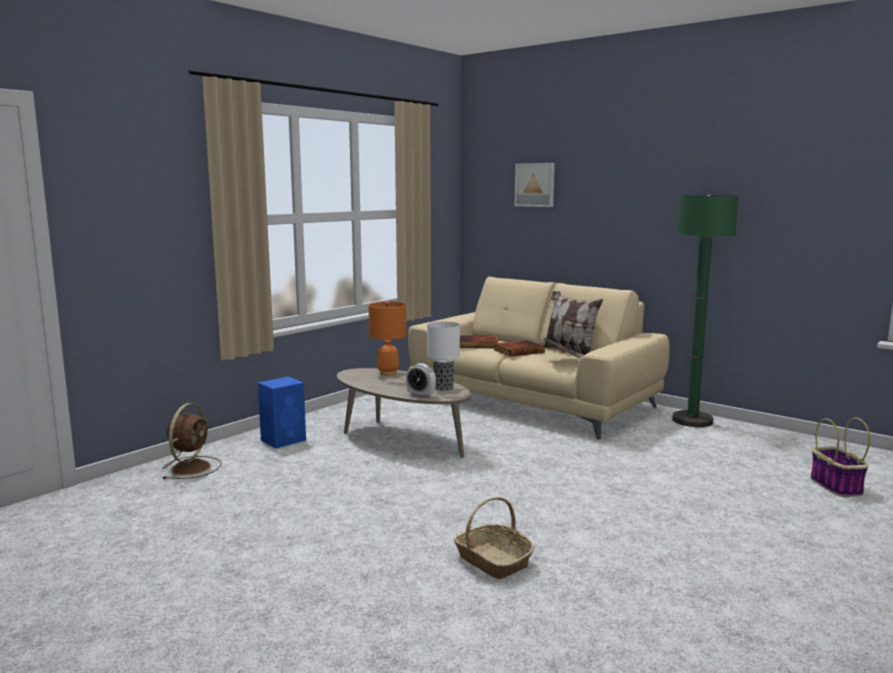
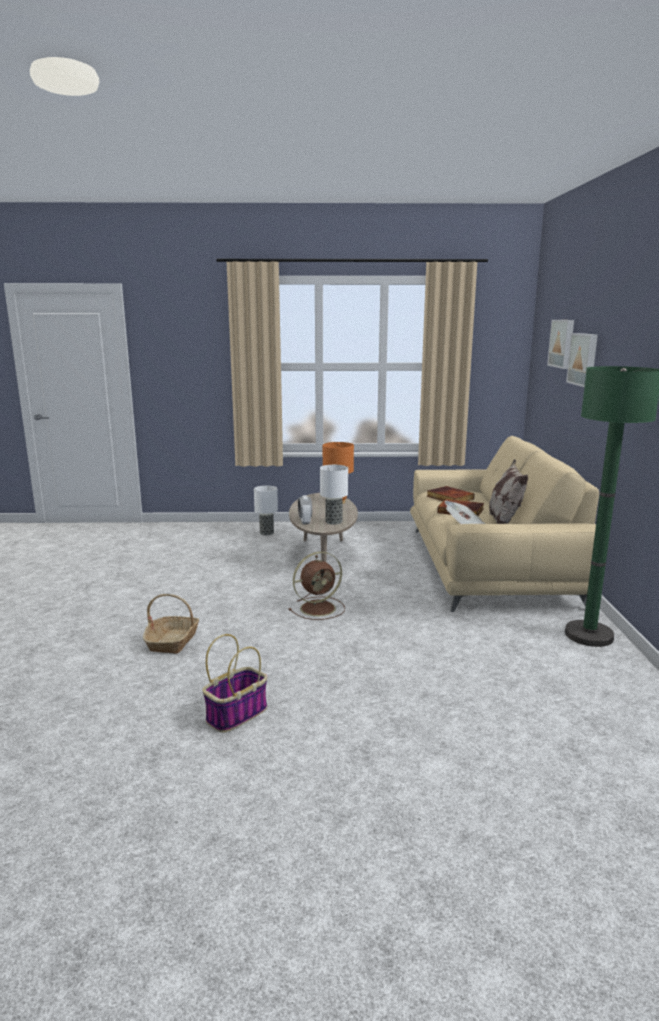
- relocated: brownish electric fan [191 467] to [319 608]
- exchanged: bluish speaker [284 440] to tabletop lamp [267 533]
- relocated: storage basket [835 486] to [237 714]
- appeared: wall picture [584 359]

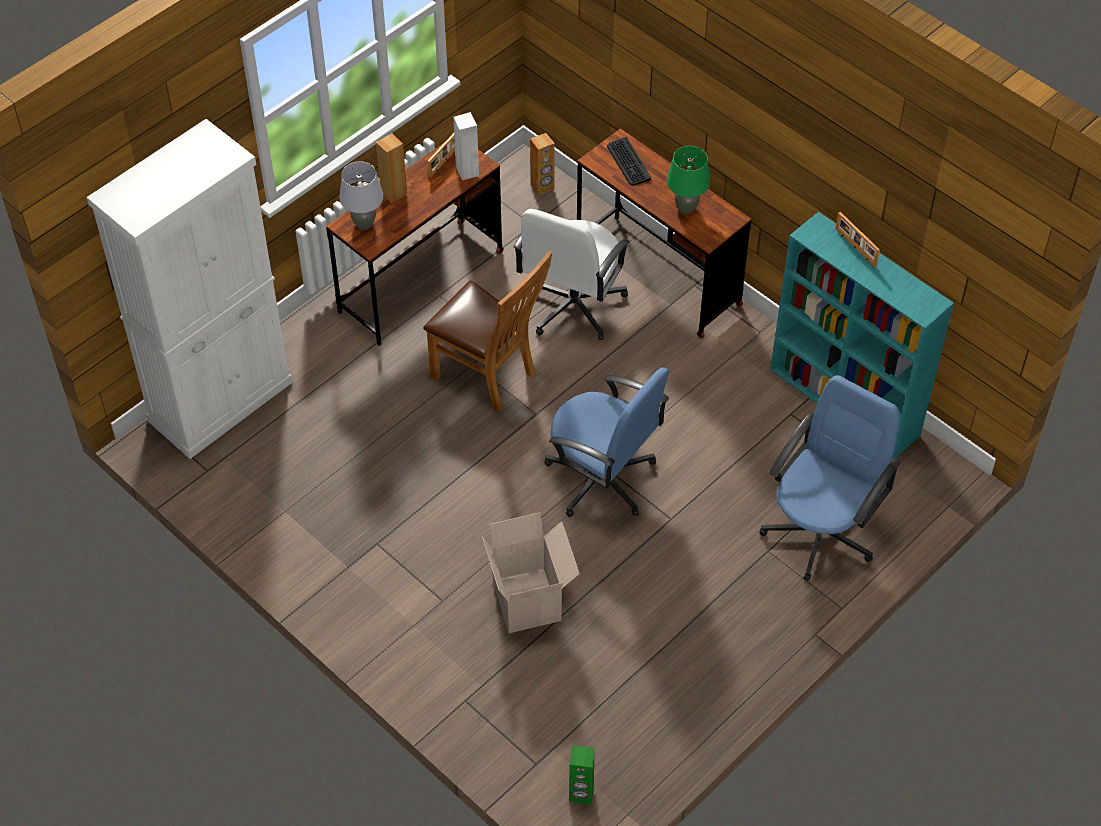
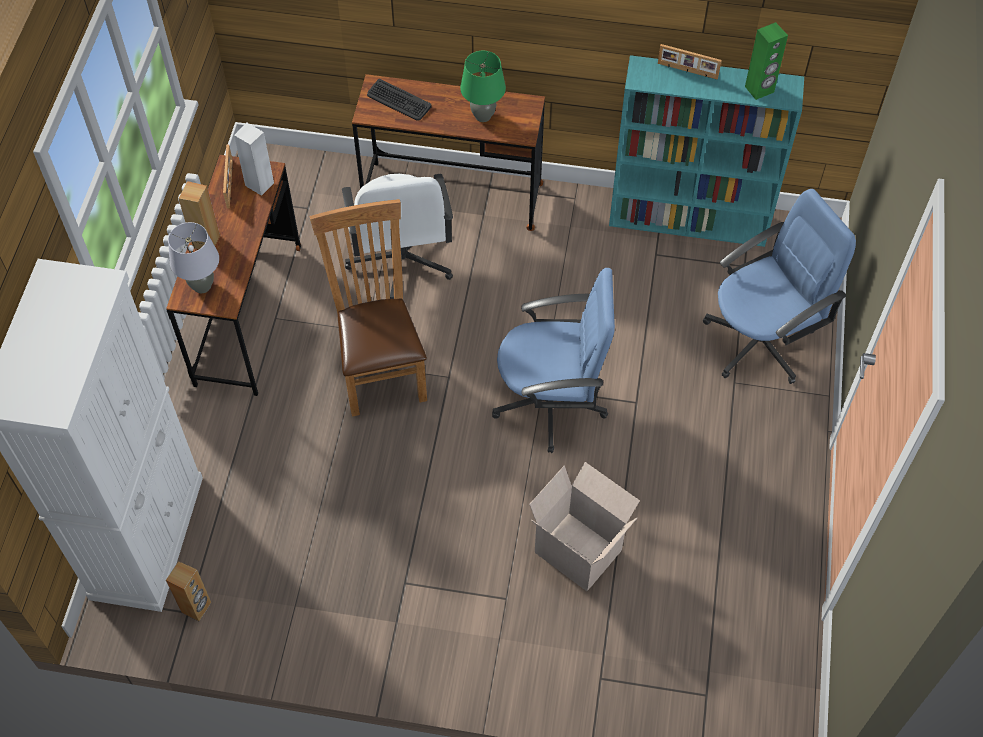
- spun: brownish chair [489 376] = [380 367] 105 degrees counterclockwise
- relocated: brownish speaker [542 187] to [196 607]
- relocated: greenish speaker [581 794] to [759 89]
- spun: bluish computer chair [821 532] = [760 341] 60 degrees clockwise

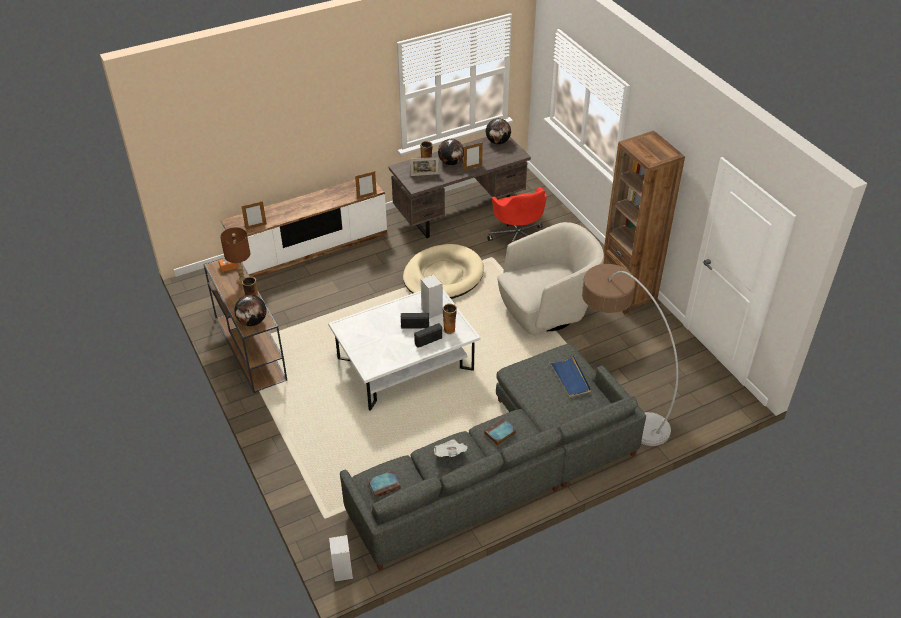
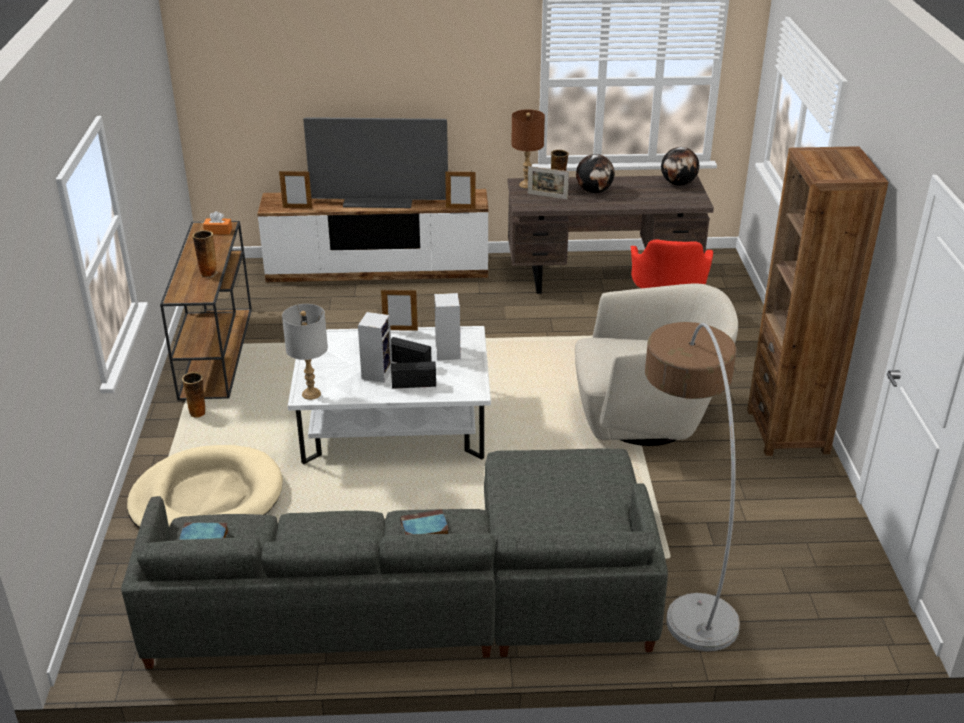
- relocated: brownish tabletop lamp [242 280] to [526 185]
- missing: globe [252 322]
- relocated: speaker [342 570] to [376 373]
- relocated: beige pet bed [443 276] to [207 499]
- missing: daily paper [450 454]
- relocated: vase [450 330] to [198 413]
- relocated: picture frame [472 167] to [400 330]
- missing: bluish carrying tray [570 378]
- appeared: grey tabletop lamp [311 394]
- appeared: television [379 200]

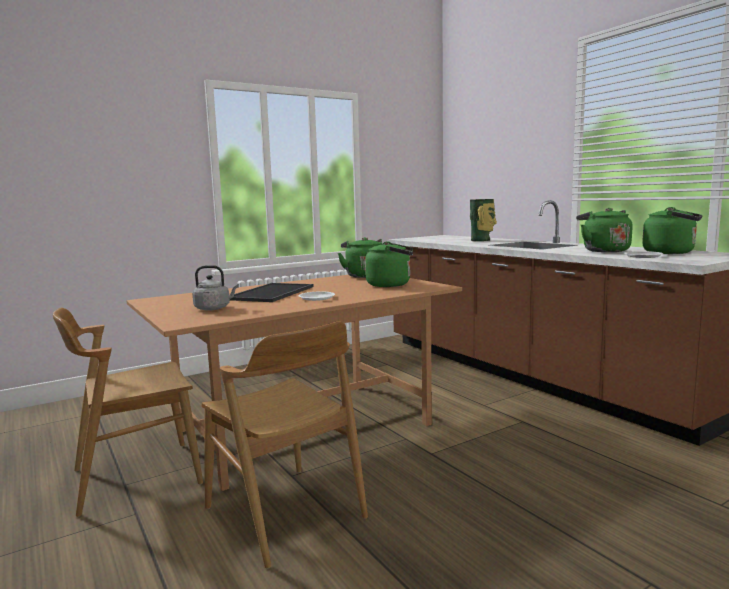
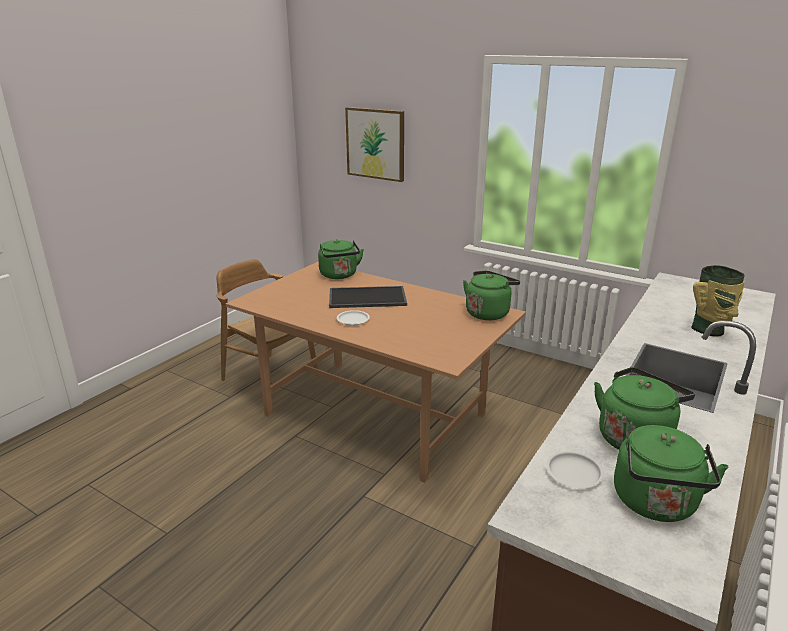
- missing: grey tea kettle [214 308]
- missing: brownish chair [285 513]
- relocated: greenish tea kettle [391 285] to [339 275]
- appeared: wall picture [375 144]

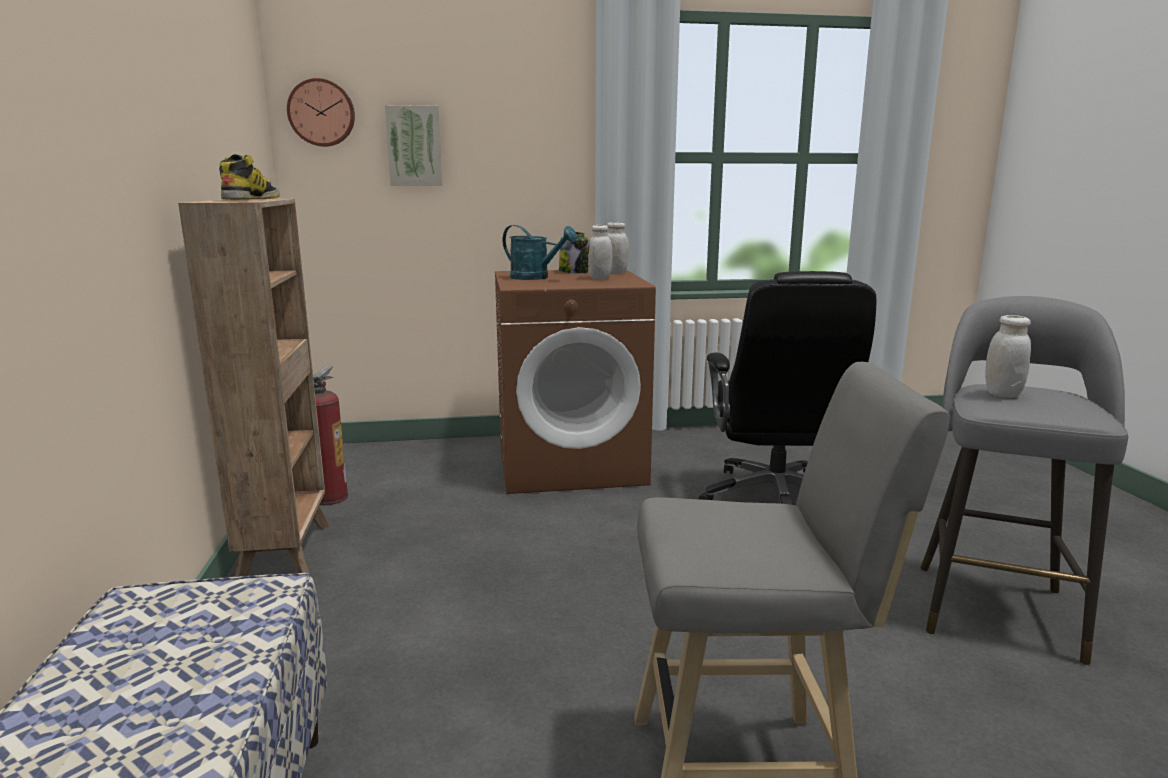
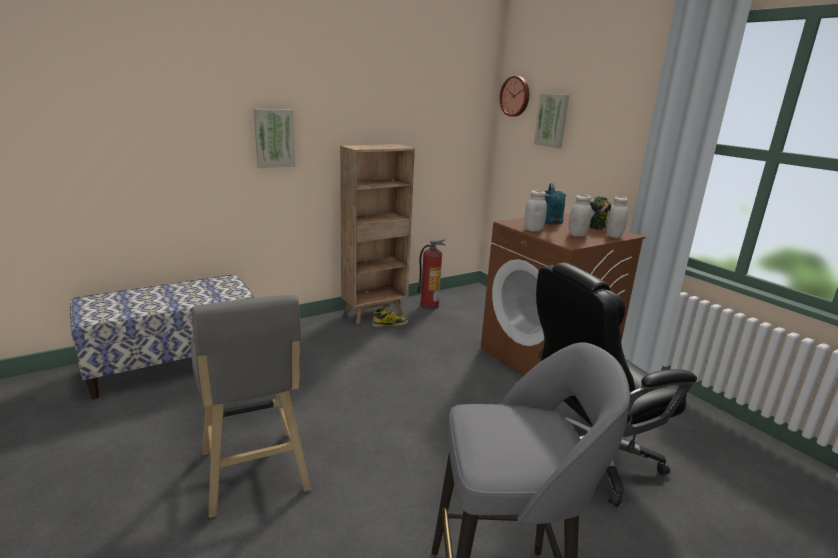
- relocated: boot [251 199] to [390 324]
- relocated: whitish preserve jar [1002 394] to [533 230]
- appeared: wall picture [274 138]

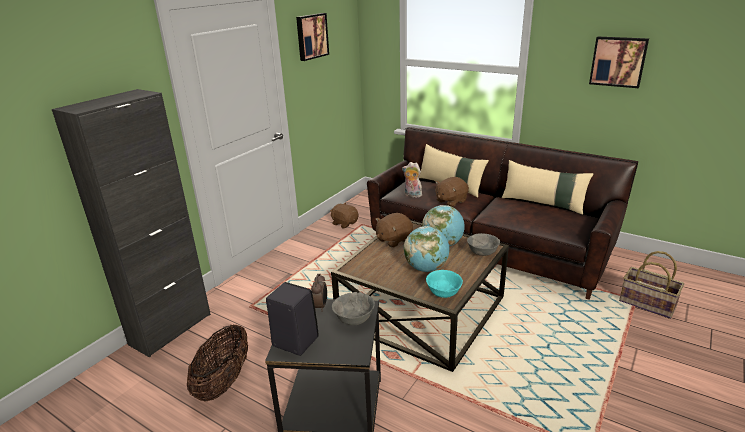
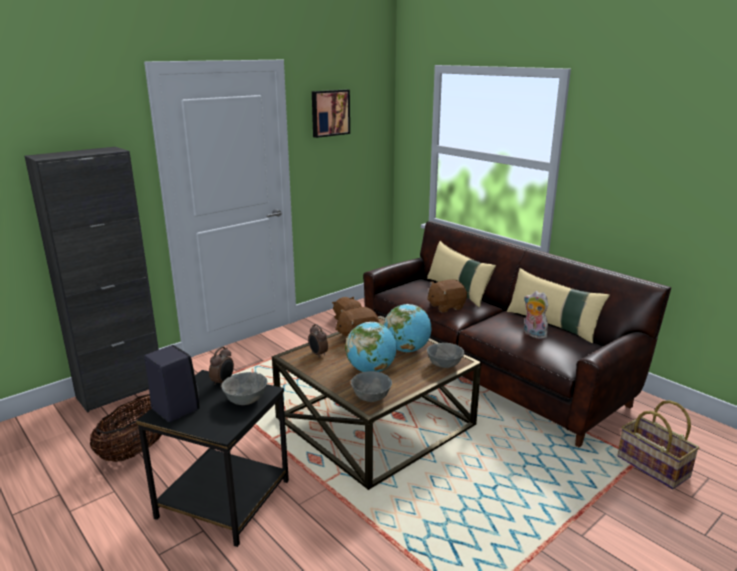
- relocated: soft toy [412 195] to [533 334]
- colour: blue-green deep dish [444 293] to grey deep dish [371 397]
- missing: wall picture [618 61]
- appeared: bedside clock [318 354]

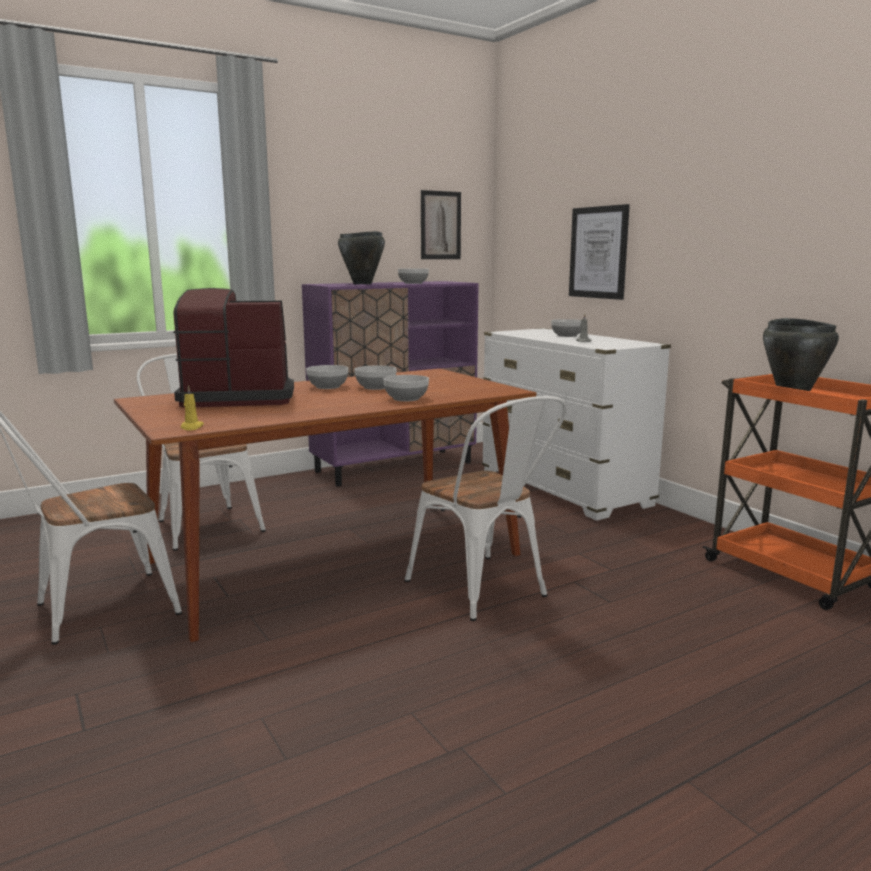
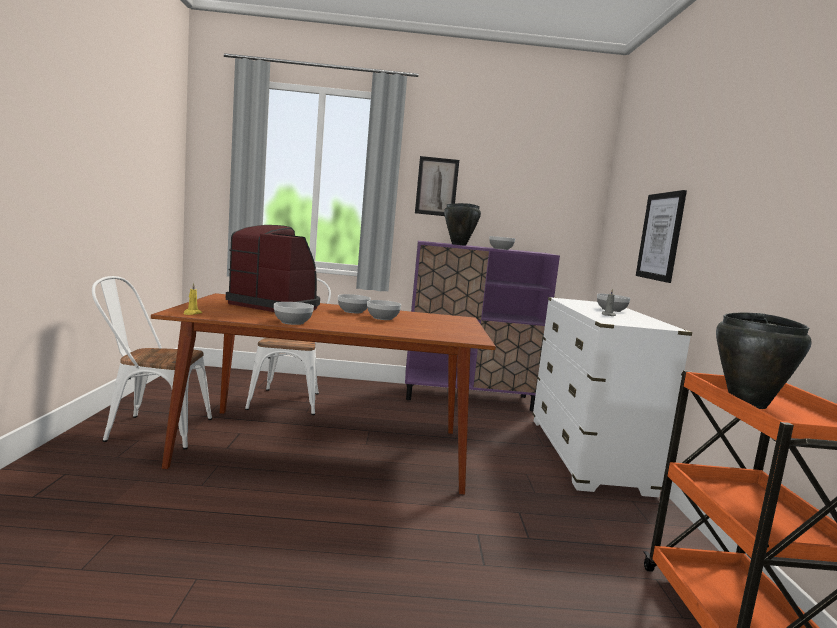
- relocated: deep dish [407 398] to [293 322]
- missing: whitish chair [484 591]
- relocated: wall picture [440 225] to [436 186]

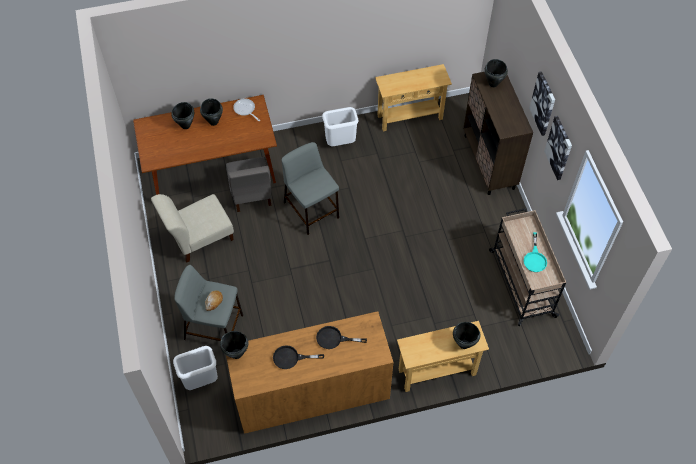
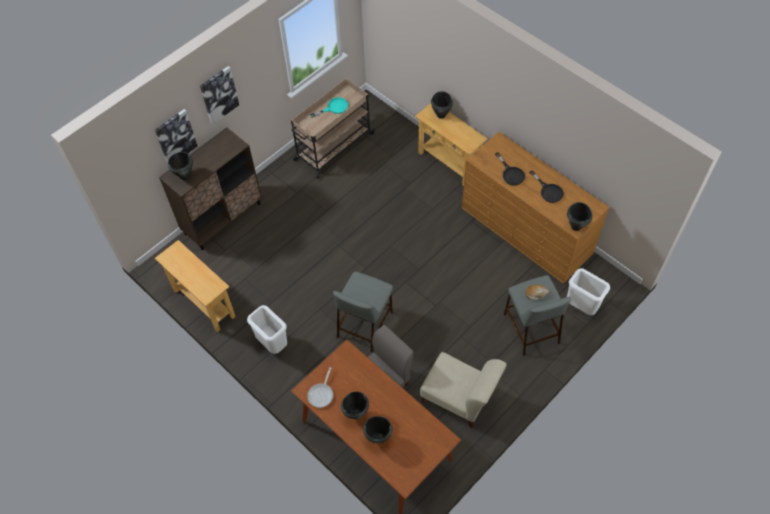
- relocated: wall picture [559 148] to [175 137]

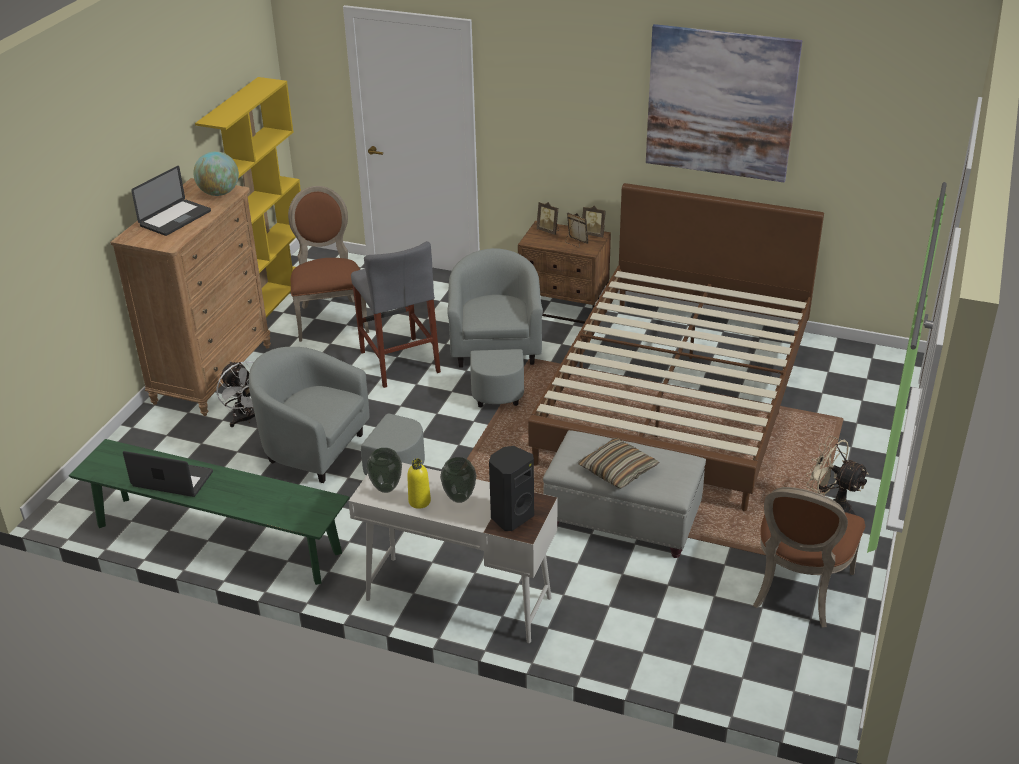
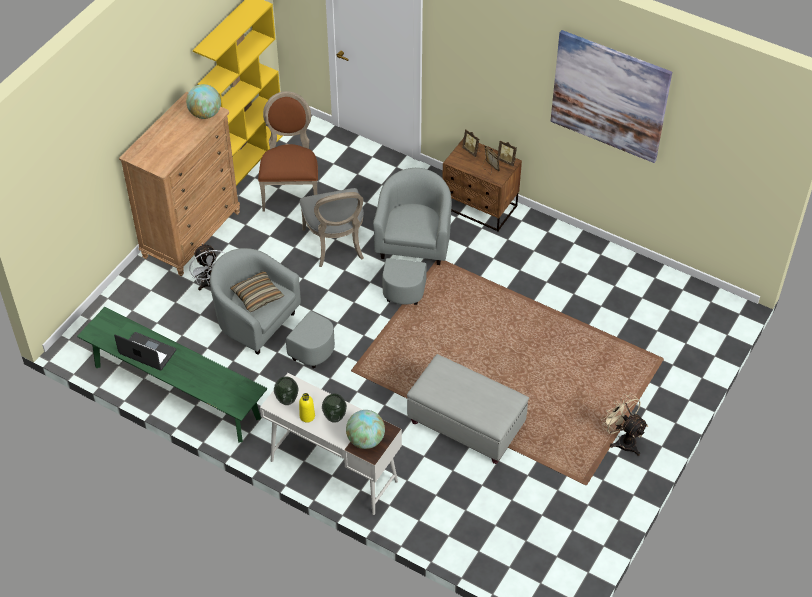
- missing: portable computer [175 219]
- exchanged: grey sitting stool [399 362] to grey chair [336 245]
- exchanged: black-coloured speaker [511 516] to globe [365 440]
- missing: brownish bed [677 396]
- relocated: throw pillow [618 470] to [257 296]
- missing: brownish chair [798 591]

